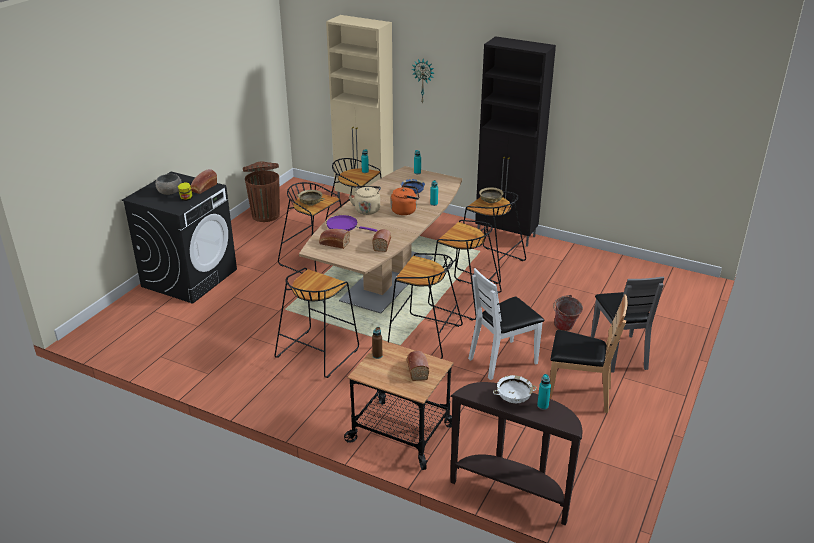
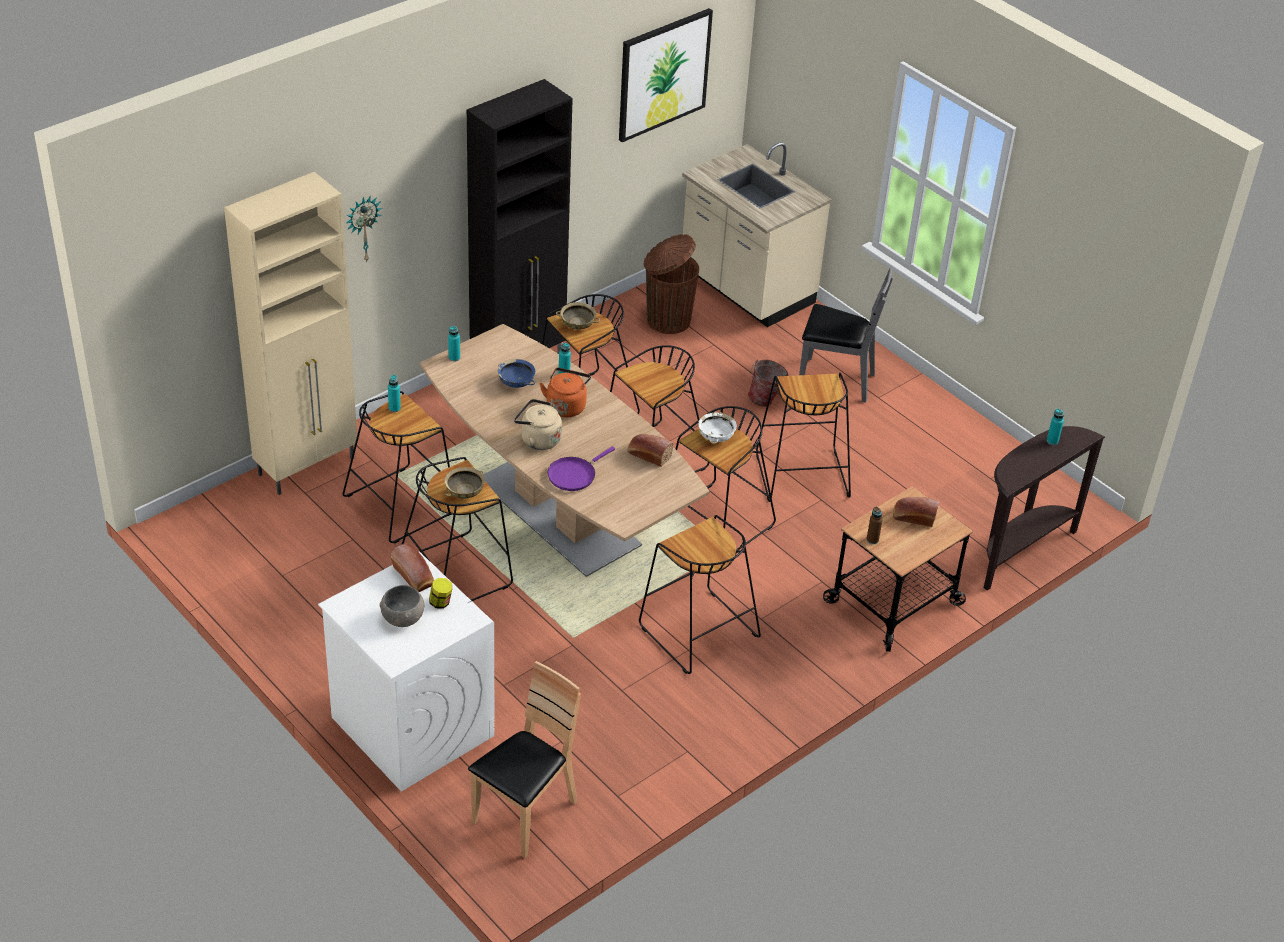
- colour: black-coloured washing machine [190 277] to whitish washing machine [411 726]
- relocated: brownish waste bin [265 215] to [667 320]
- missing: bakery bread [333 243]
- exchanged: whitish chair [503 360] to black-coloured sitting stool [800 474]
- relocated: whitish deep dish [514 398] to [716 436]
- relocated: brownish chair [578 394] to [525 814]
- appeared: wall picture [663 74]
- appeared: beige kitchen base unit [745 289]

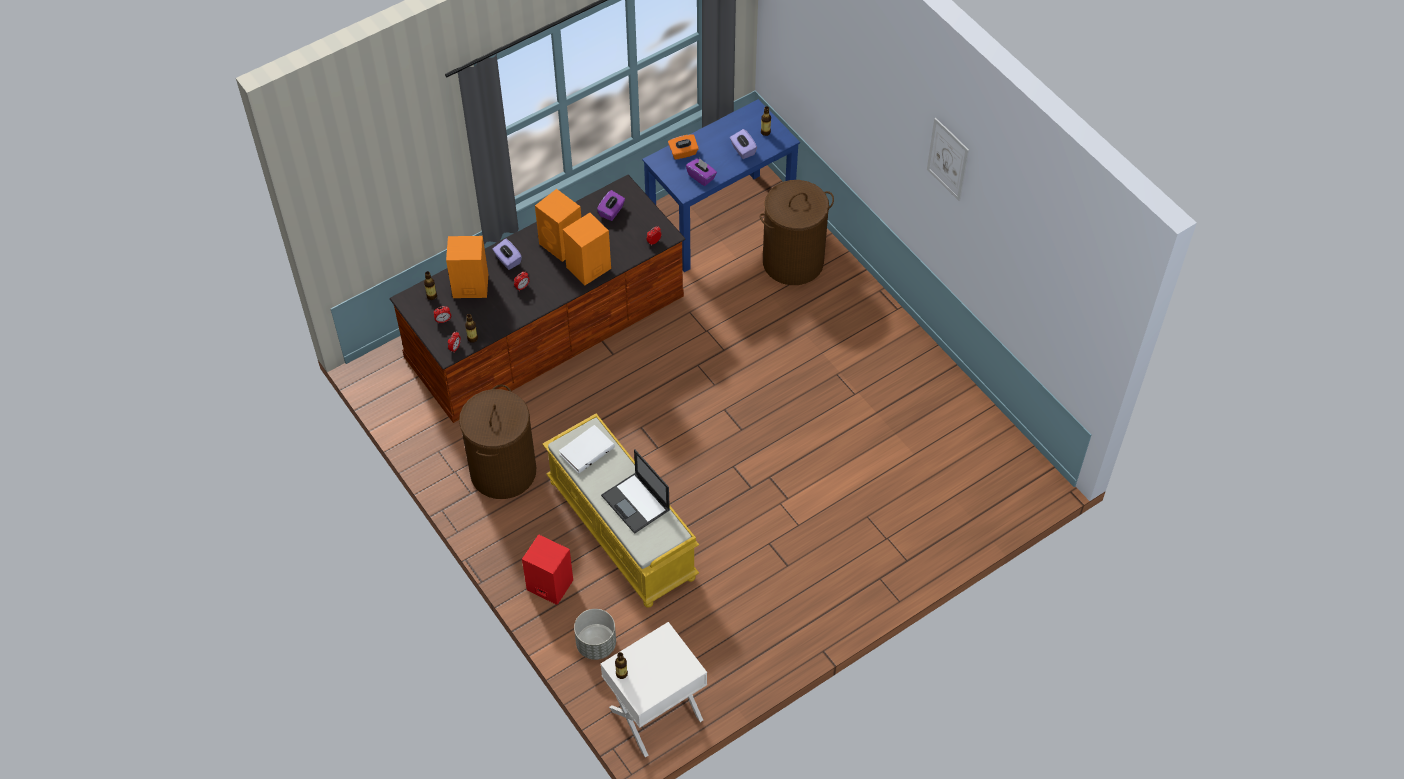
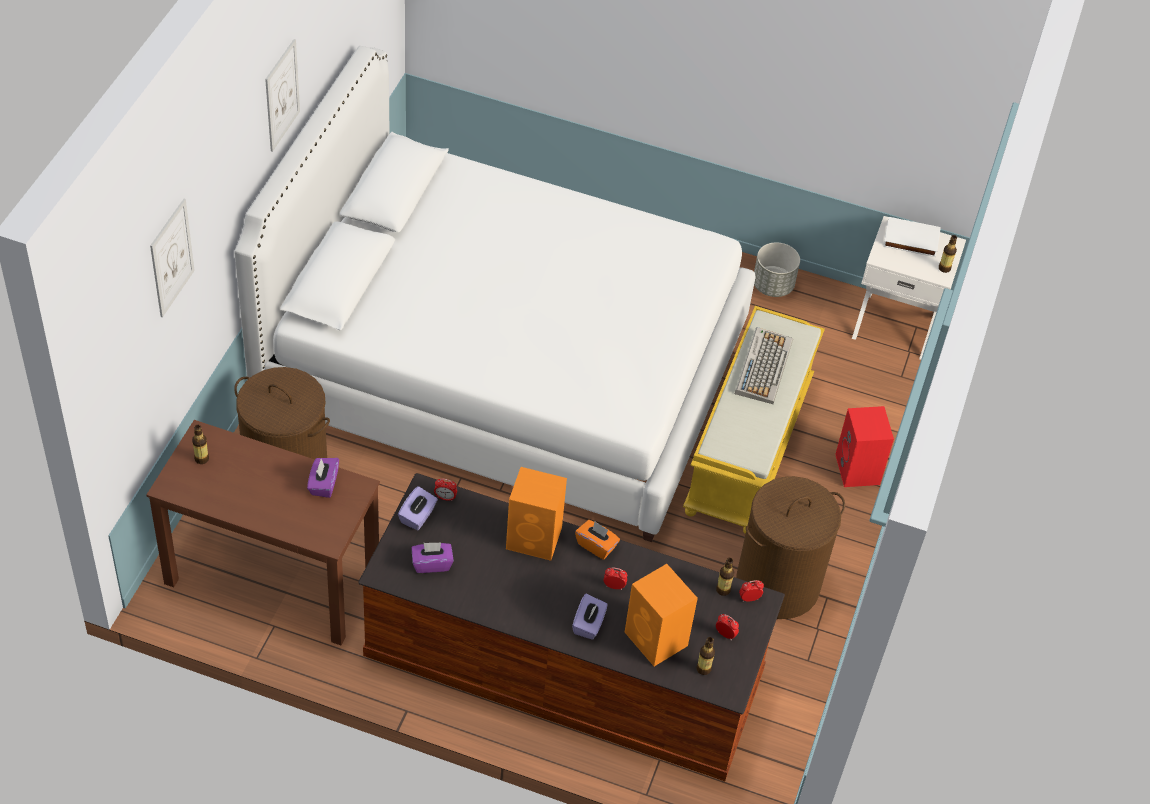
- missing: orange-coloured speaker [562 245]
- relocated: whitish bound book [586 450] to [910 240]
- relocated: grey planter [596 644] to [772 285]
- exchanged: portable computer [636 503] to computer keyboard [763 366]
- colour: bluish desk [721 220] to brownish desk [271 577]
- relocated: orange-coloured tissue box [683 153] to [596 546]
- relocated: purple tissue box [743 150] to [418 516]
- appeared: wall picture [172 258]
- appeared: whitish bed [504 370]

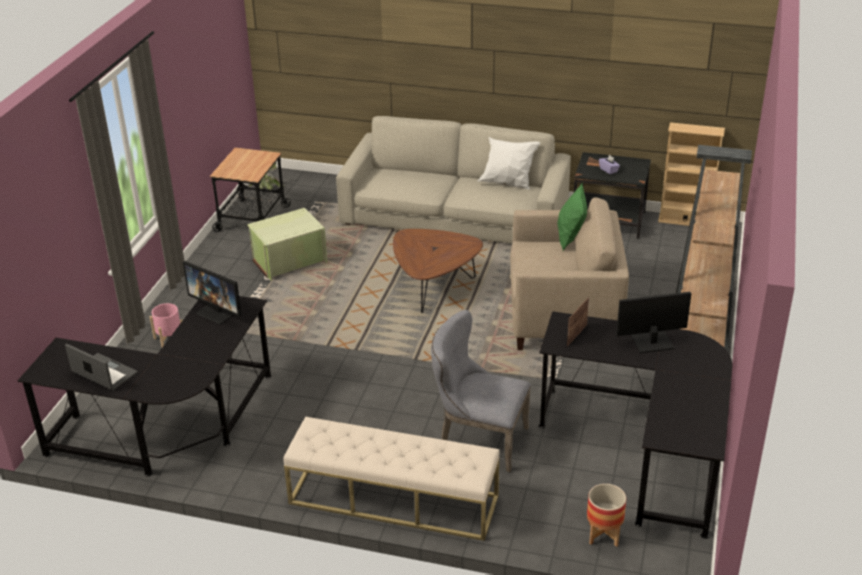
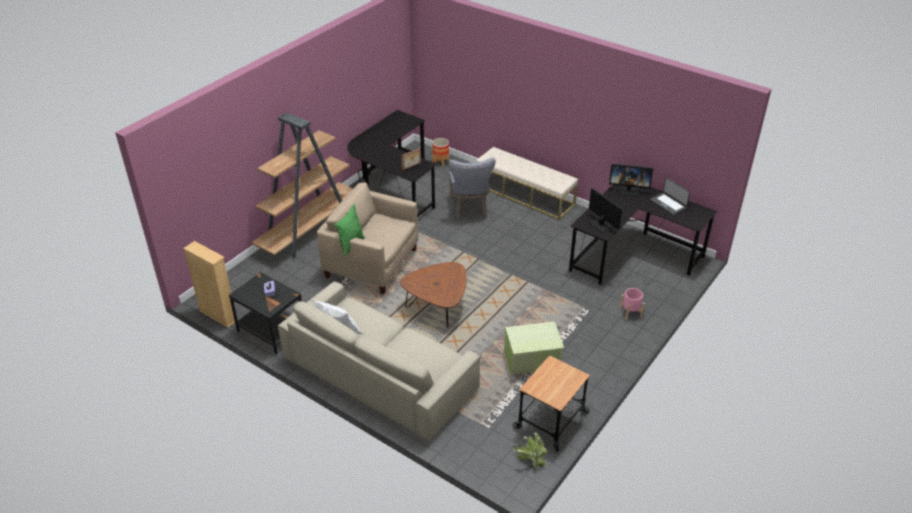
- spun: grey chair [478 440] = [469 209] 45 degrees clockwise
- relocated: computer display [651 342] to [628 189]

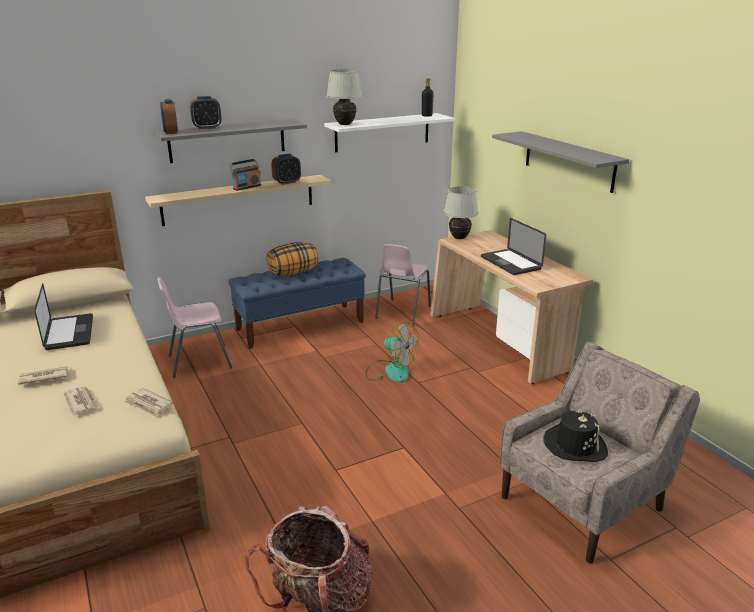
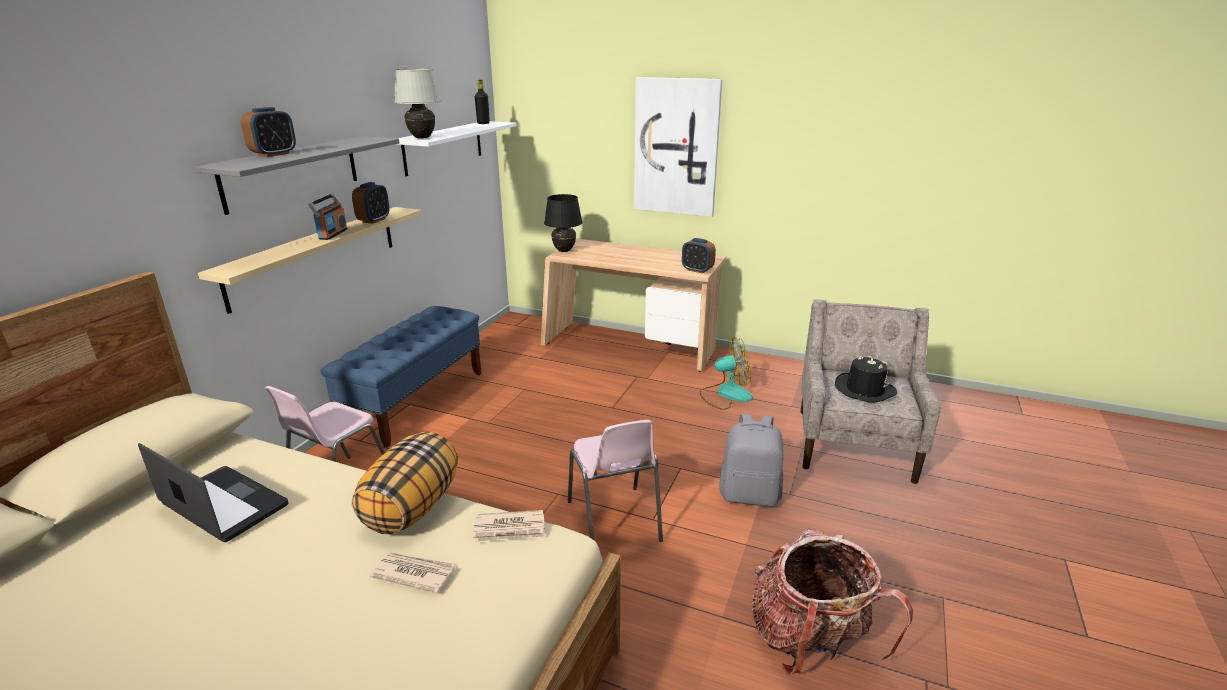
- missing: daily paper [43 377]
- relocated: bedside clock [171 132] to [697 270]
- relocated: throw pillow [293 273] to [412 507]
- relocated: electric fan [390 371] to [725 394]
- relocated: pink chair [402 312] to [614 521]
- colour: whitish tabletop lamp [459 238] to black-coloured tabletop lamp [564 251]
- missing: portable computer [510 263]
- exchanged: grey bracket shelf [568 161] to wall picture [676 147]
- appeared: grey knapsack [750 495]

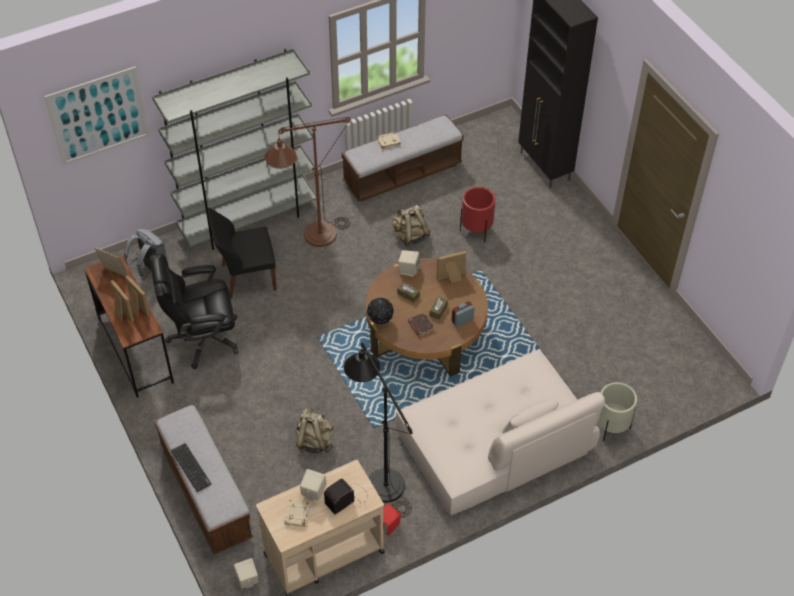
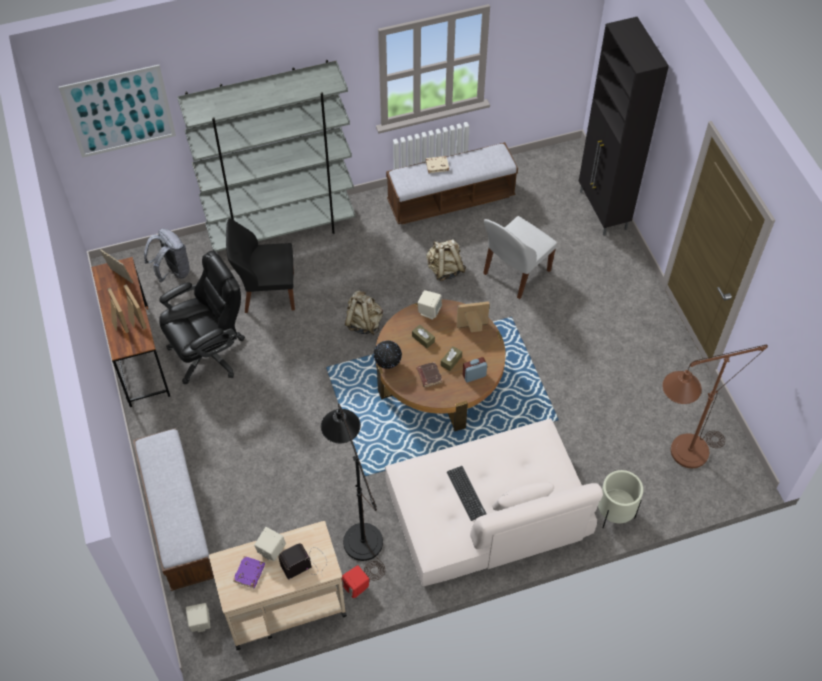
- spun: black-coloured computer chair [202 338] = [209 352] 150 degrees clockwise
- relocated: computer keyboard [191 467] to [466 493]
- relocated: brownish standing lamp [312 239] to [680 455]
- colour: beige bound book [298 515] to purple bound book [249 573]
- relocated: beige knapsack [314 441] to [364 323]
- exchanged: red-coloured planter [476 231] to whitish chair [515 273]

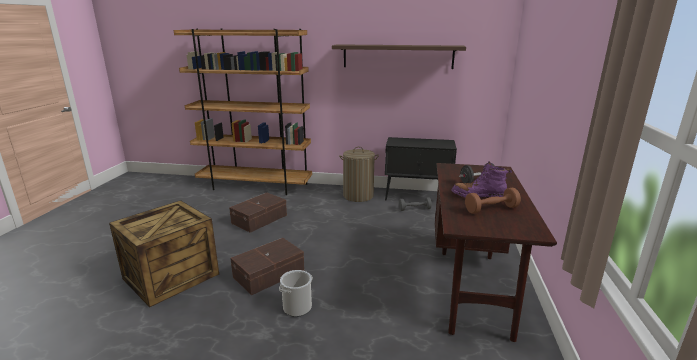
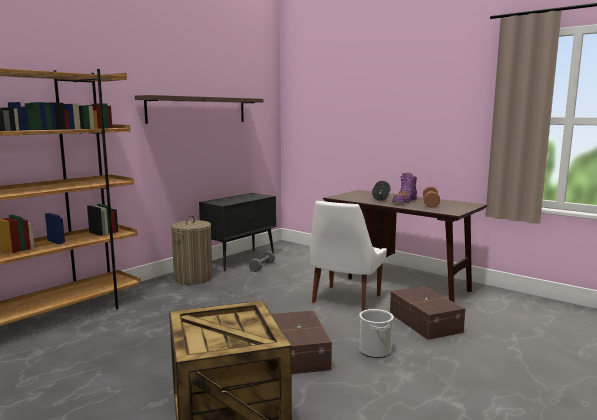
- relocated: brownish storage bin [260 219] to [425 322]
- appeared: whitish chair [345 300]

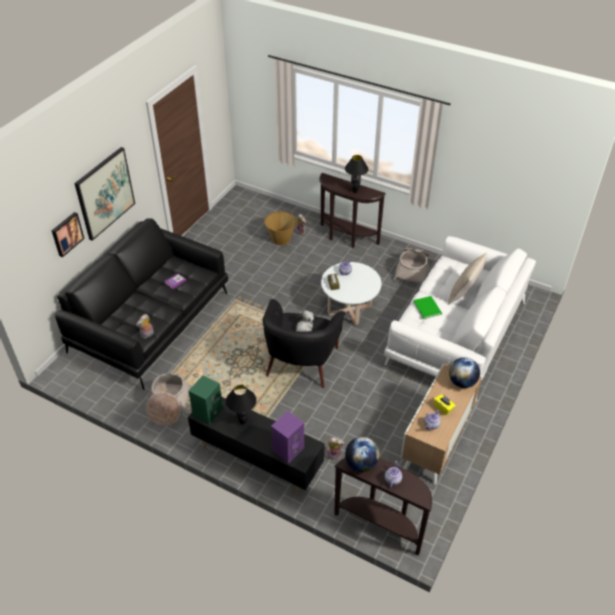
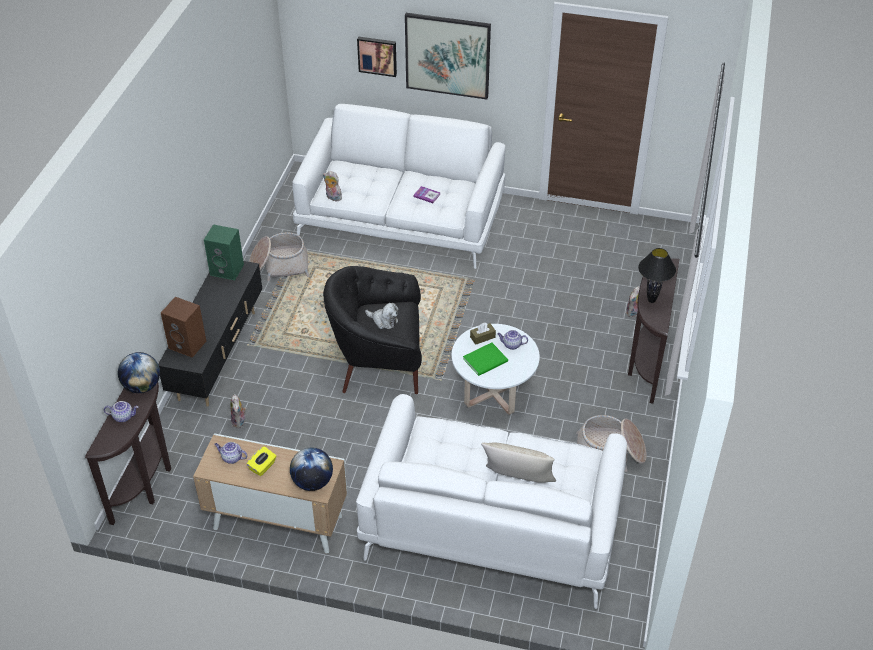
- colour: black-coloured couch [151 321] to whitish couch [402 217]
- missing: black-coloured tabletop lamp [243 422]
- missing: storage basket [280 238]
- colour: purple speaker [288 448] to brownish speaker [188 344]
- relocated: greenish bound book [427 307] to [487 360]

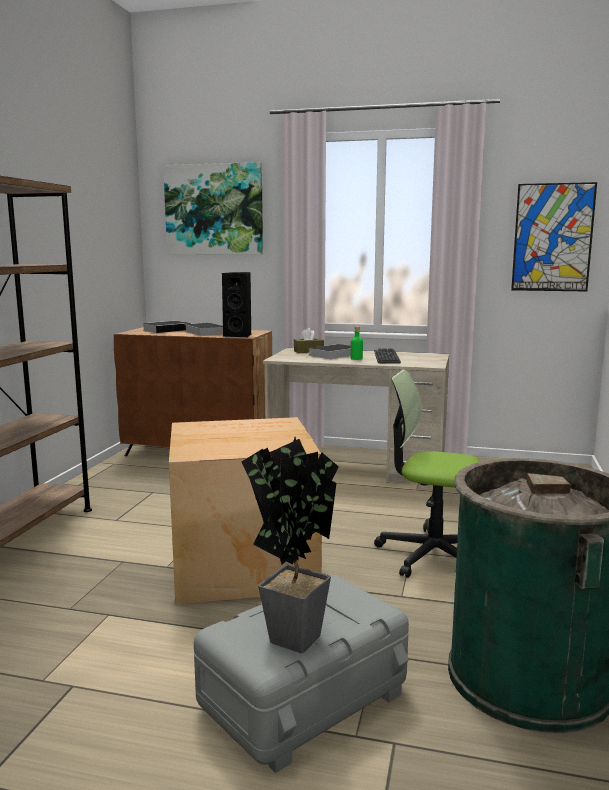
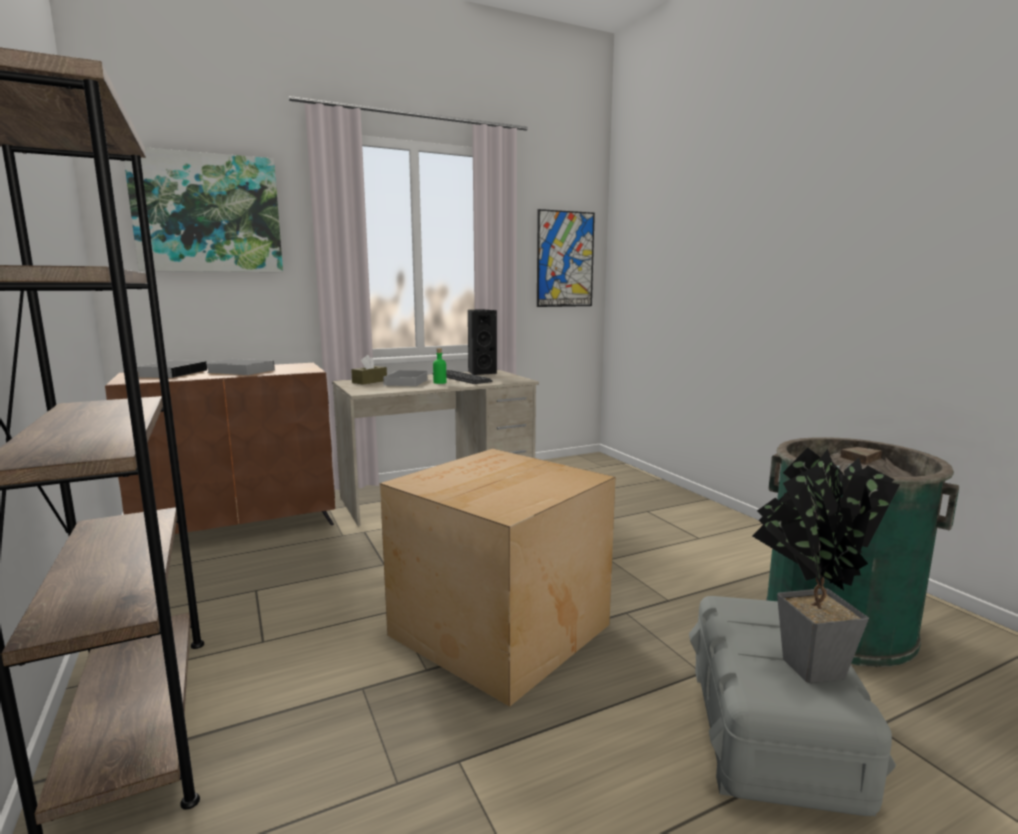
- relocated: black-coloured speaker [239 335] to [481 373]
- missing: computer chair [431 554]

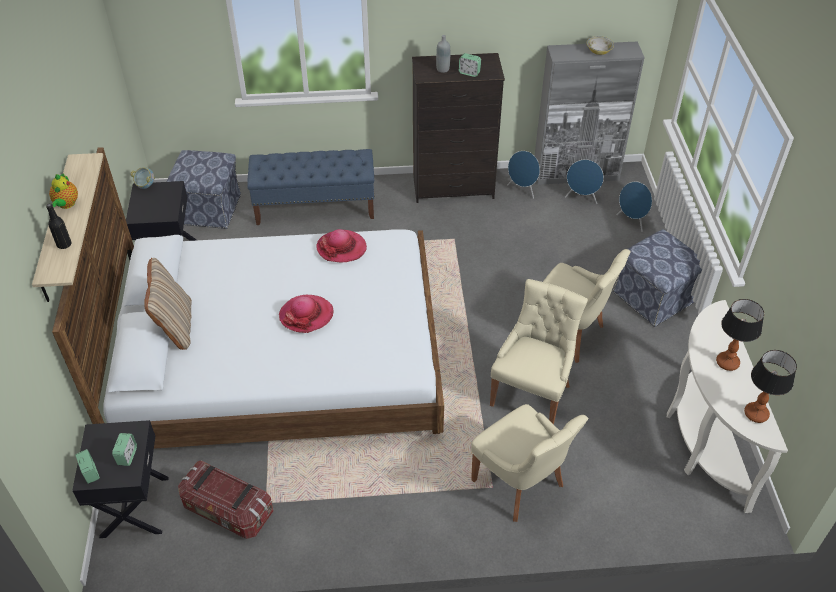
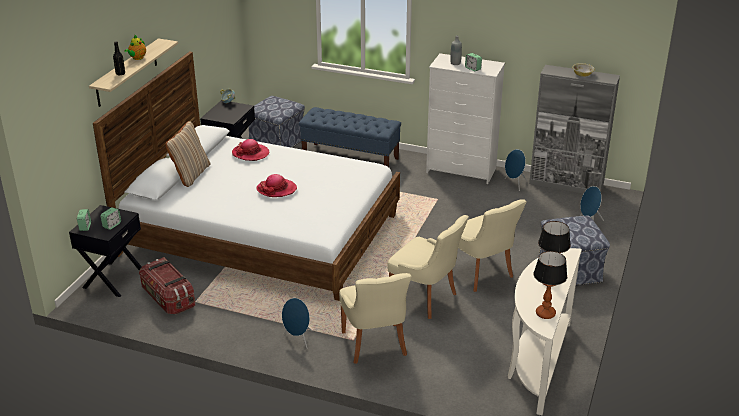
- relocated: clothing hat [341 248] to [250 153]
- colour: black-coloured chest of drawers [454 188] to whitish chest of drawers [461 171]
- spun: beige chair [532 393] = [425 299] 75 degrees clockwise
- relocated: bluish speaker [581 198] to [298 339]

